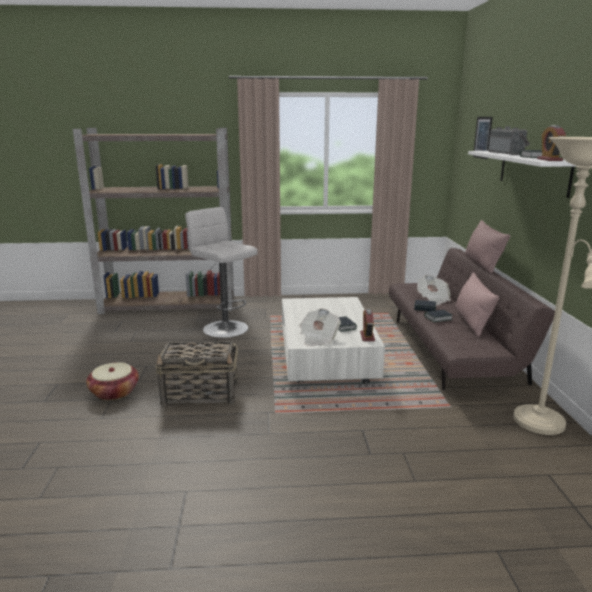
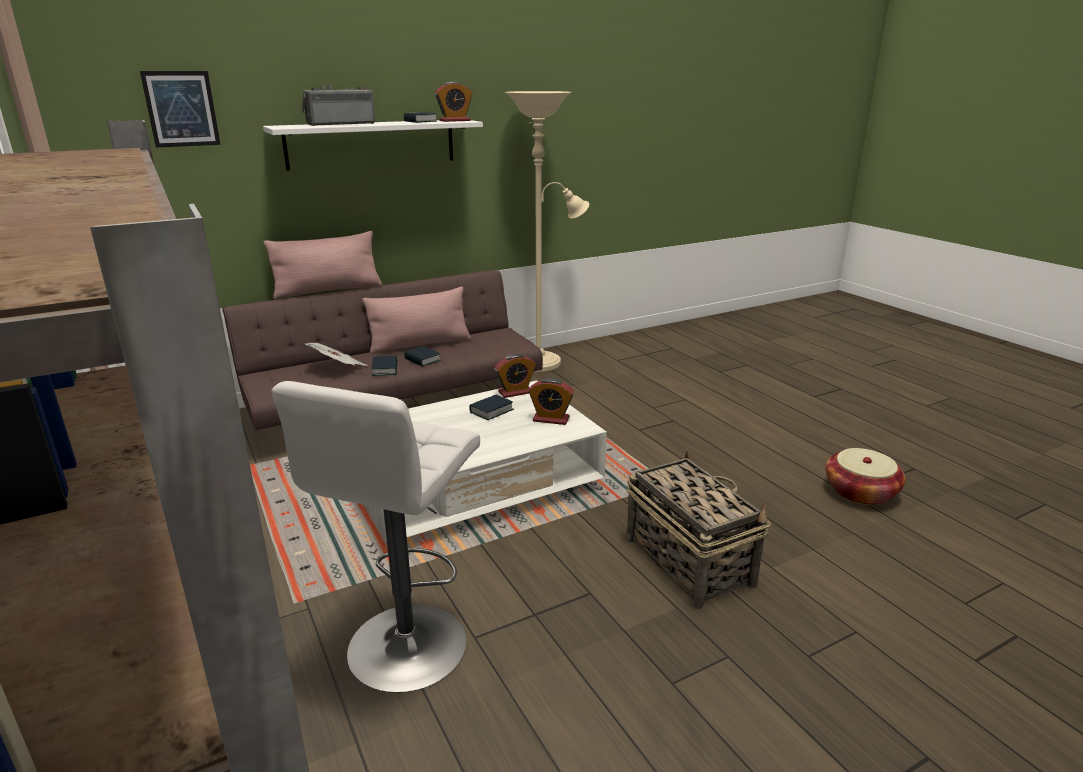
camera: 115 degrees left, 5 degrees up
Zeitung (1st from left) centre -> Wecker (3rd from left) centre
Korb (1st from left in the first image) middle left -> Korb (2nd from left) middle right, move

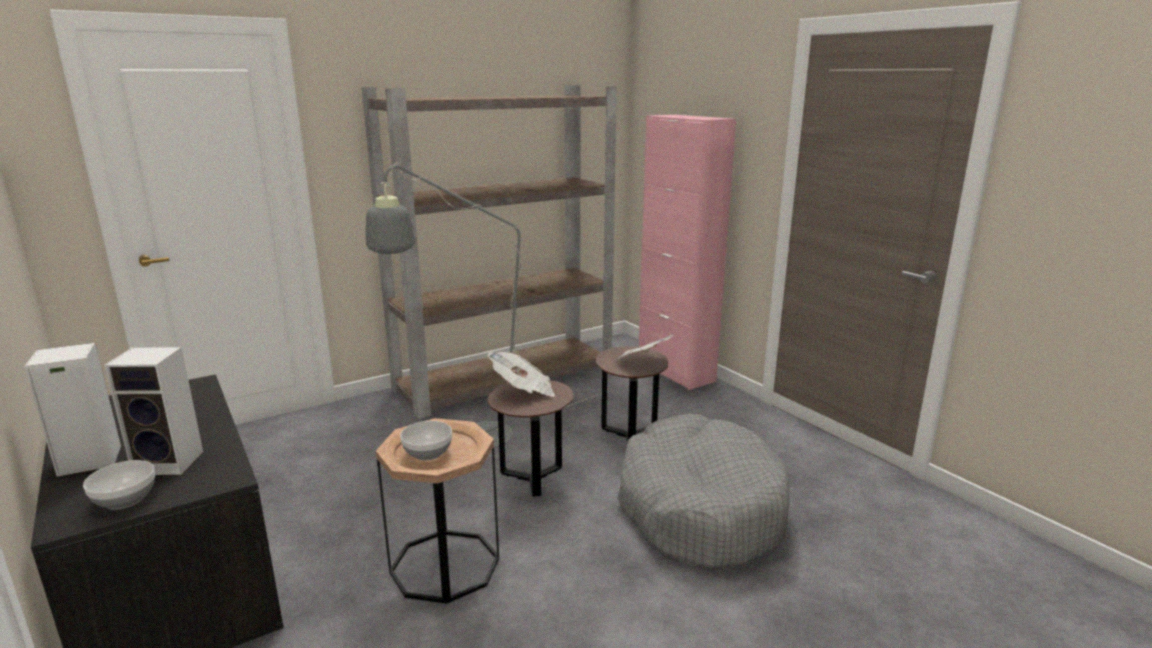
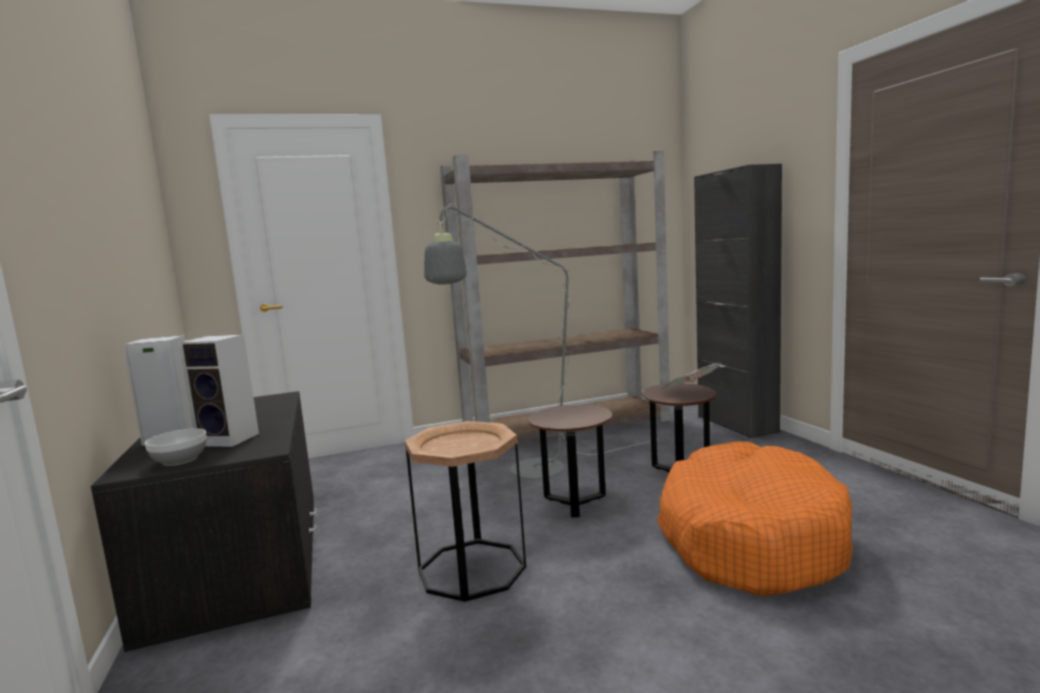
camera: 15 degrees right, 10 degrees down
Schrank/rosa centre -> Schrank/schwarz (2nd from left) middle right
Zeitung (1st from left) centre -> none
Hundebett/grau bottom centre -> Hundebett/orange bottom right
Schüssel (2nd from left) bottom centre -> none

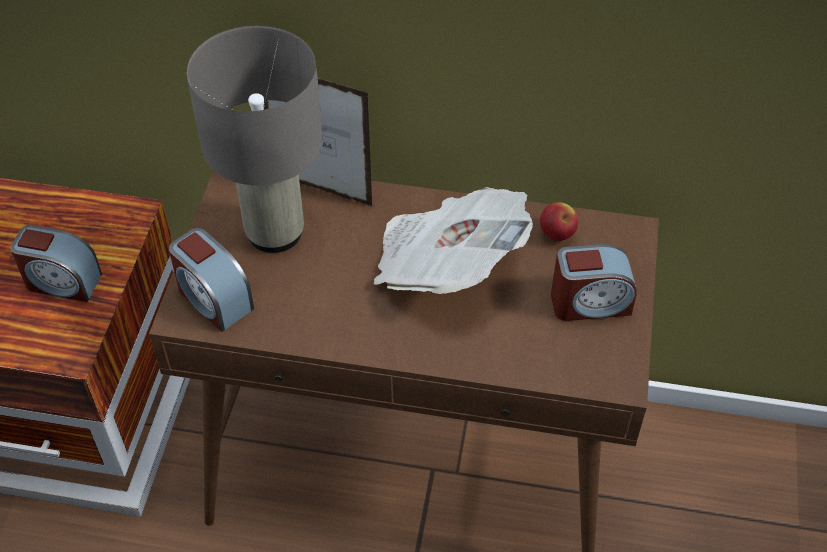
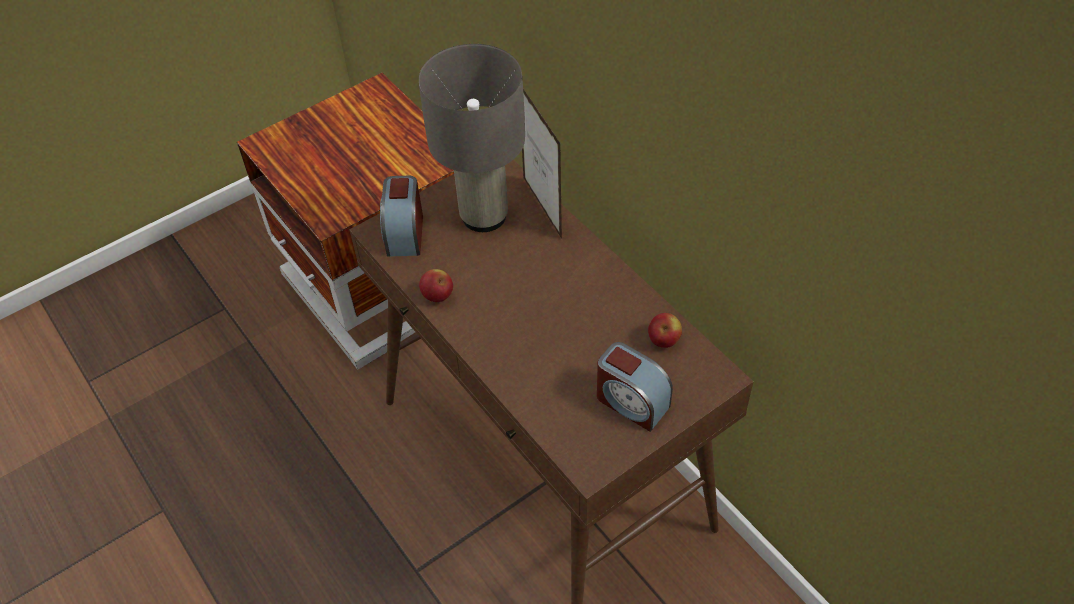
camera: 45 degrees right, 0 degrees up
Zeitung centre -> none
Wecker (1st from left) middle left -> none
none -> Apfel (1st from left) centre

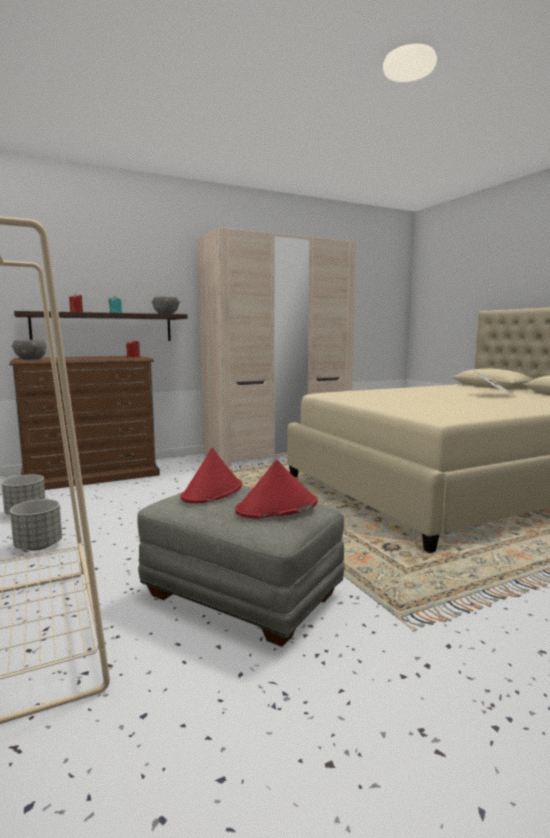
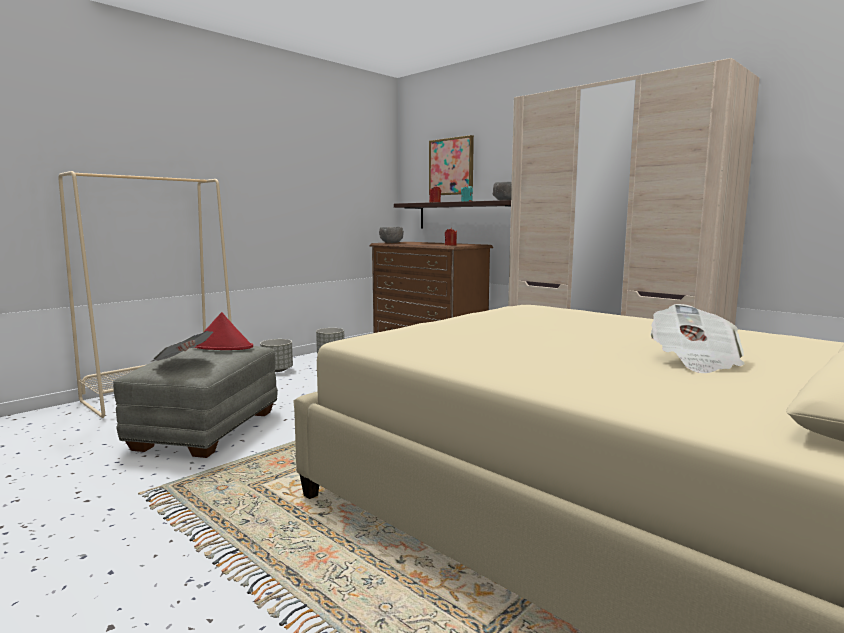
camera: 70 degrees right, 0 degrees up
Hut/rot (2nd from left) centre -> Zeitung (1st from left) middle left
none -> Bild top centre

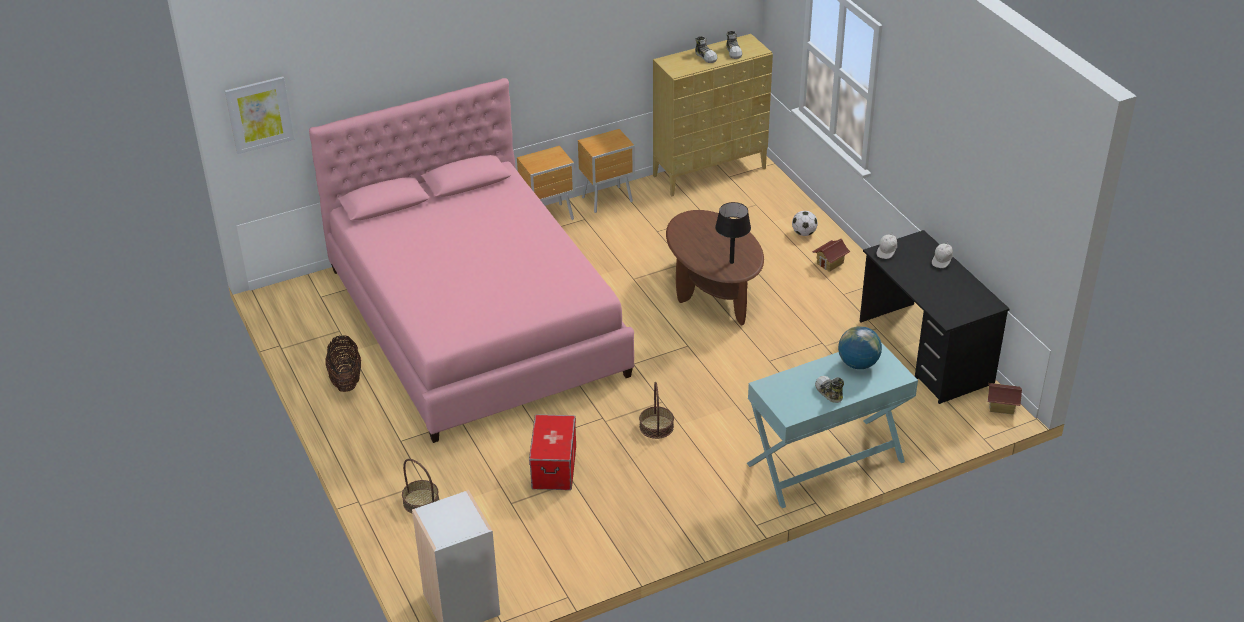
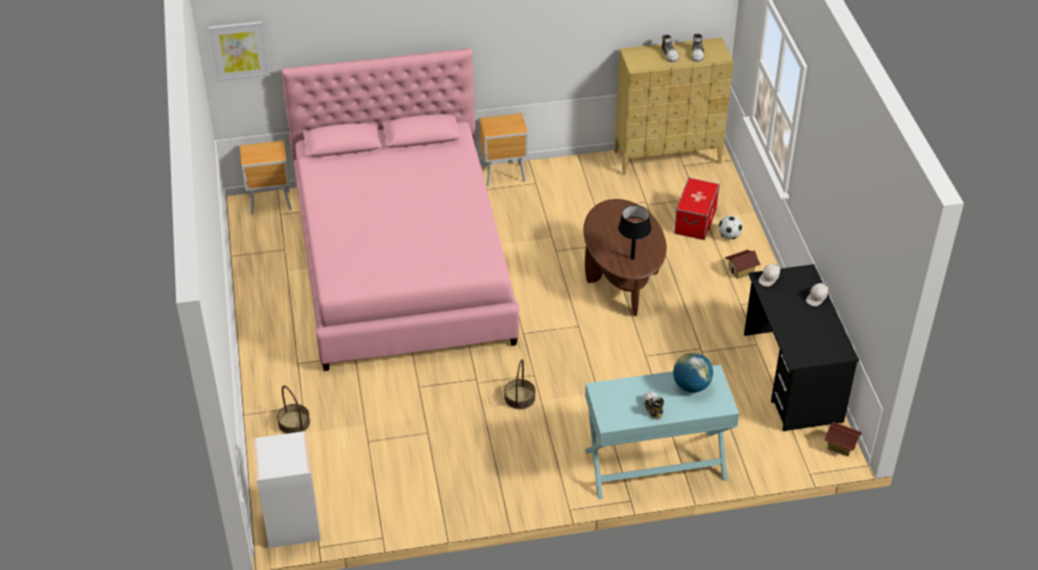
camera: 15 degrees right, 5 degrees up
Nachttisch/braun (2nd from left in the first image) top centre -> Nachttisch/braun (1st from left) top left, move
Korb (1st from left) middle left -> none
Aufbewahrungsbox bottom centre -> Aufbewahrungsbox middle right, move

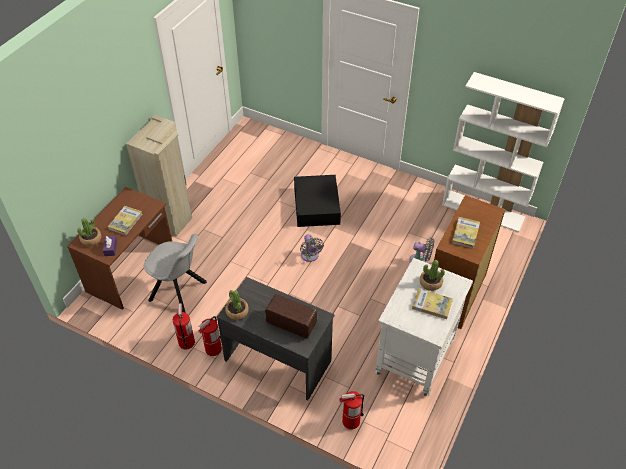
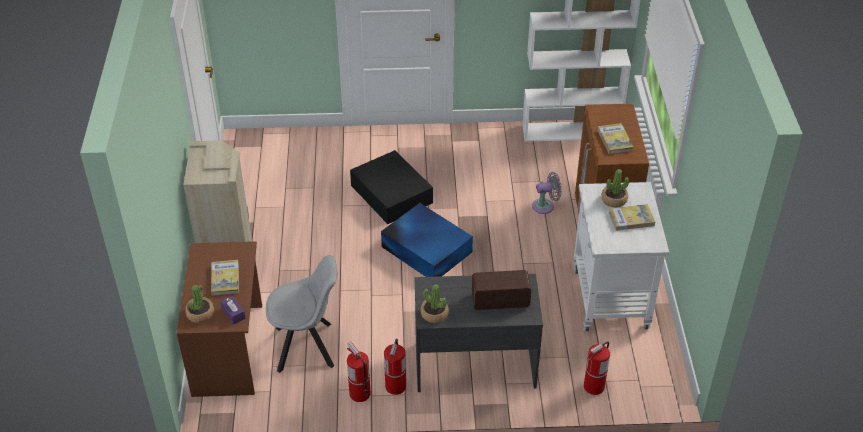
camera: 30 degrees left, 5 degrees down
Ventilator/grau (1st from left) centre -> Aufbewahrungsbox/blau centre

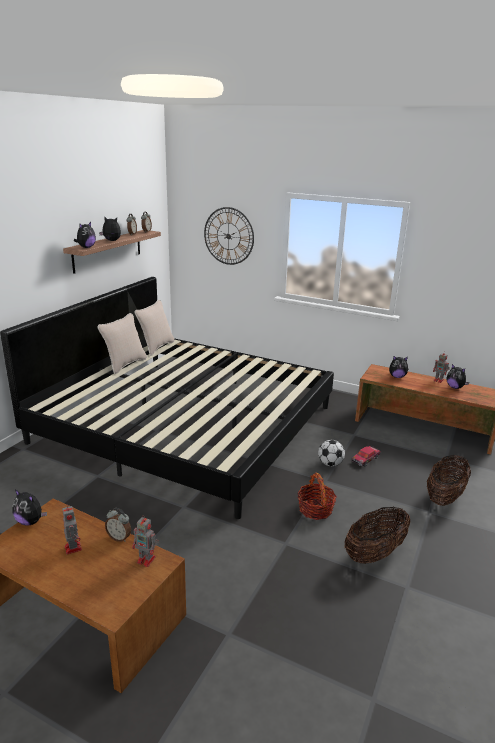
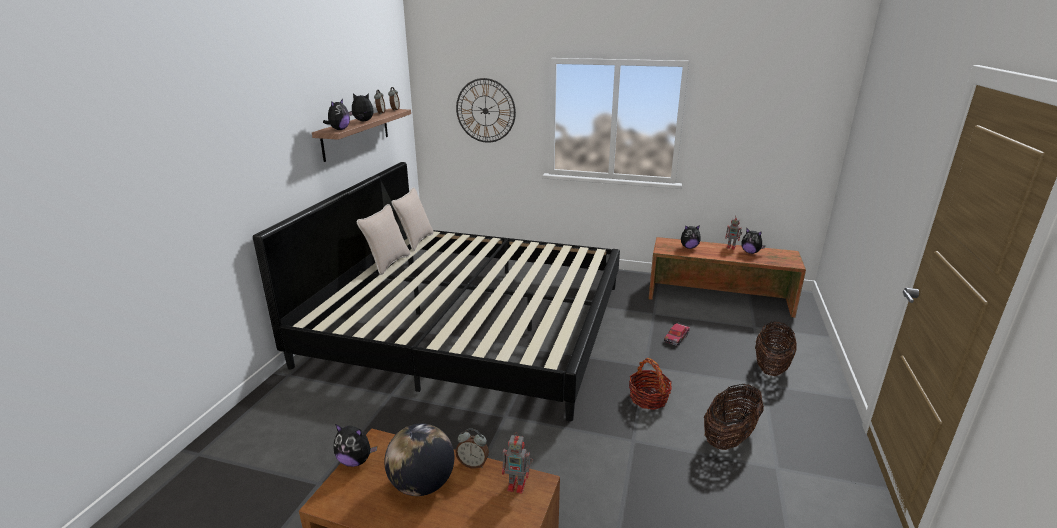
camera: 10 degrees left, 0 degrees up
Fußball middle right -> none
Spielzeugroboter (1st from left) bottom left -> Globus bottom centre

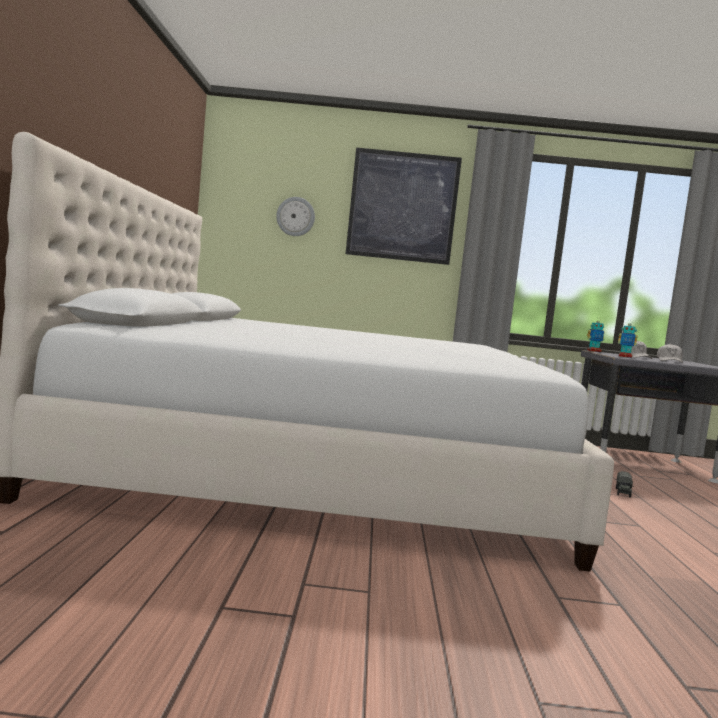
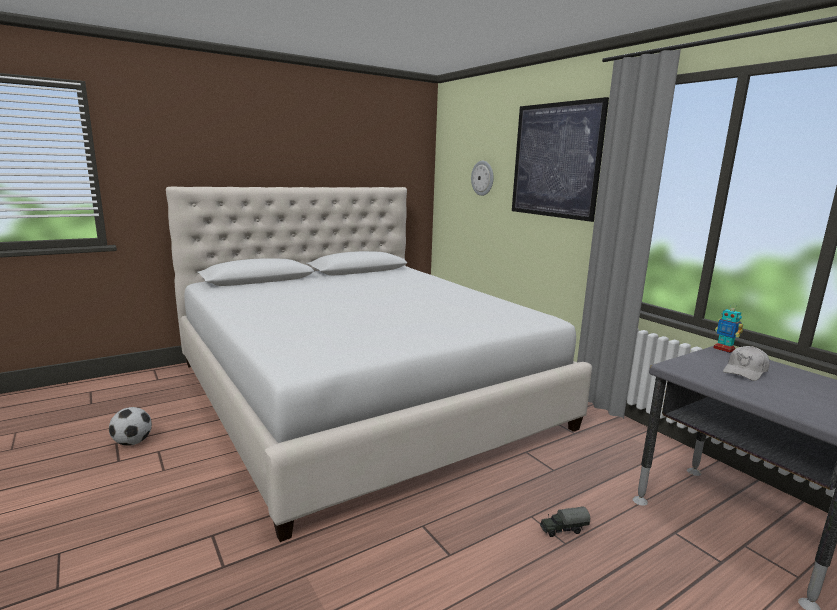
camera: 55 degrees right, 10 degrees up
Spielzeugroboter (2nd from left) middle right -> none
Kappe/weiß (2nd from left) middle right -> none
none -> Fußball bottom left

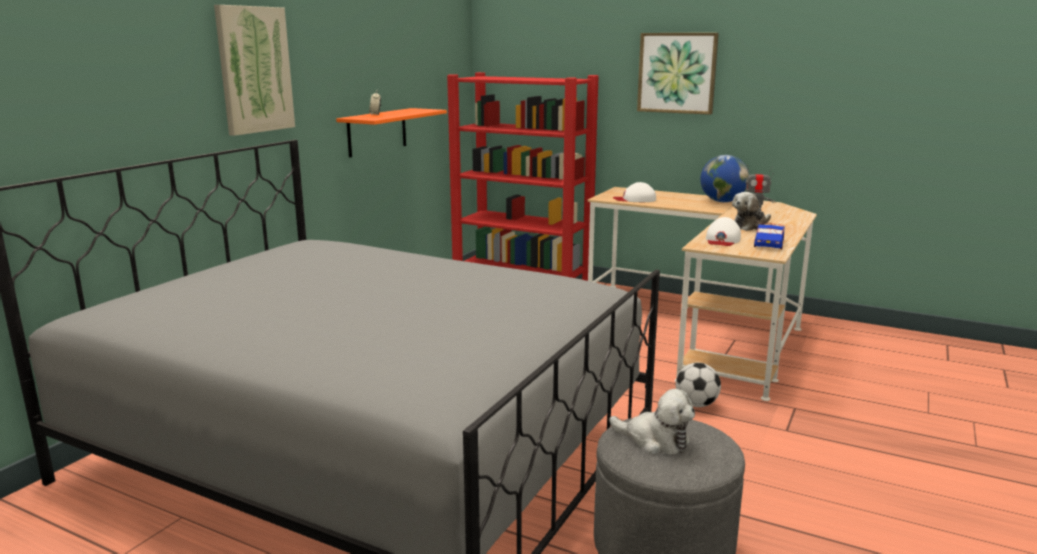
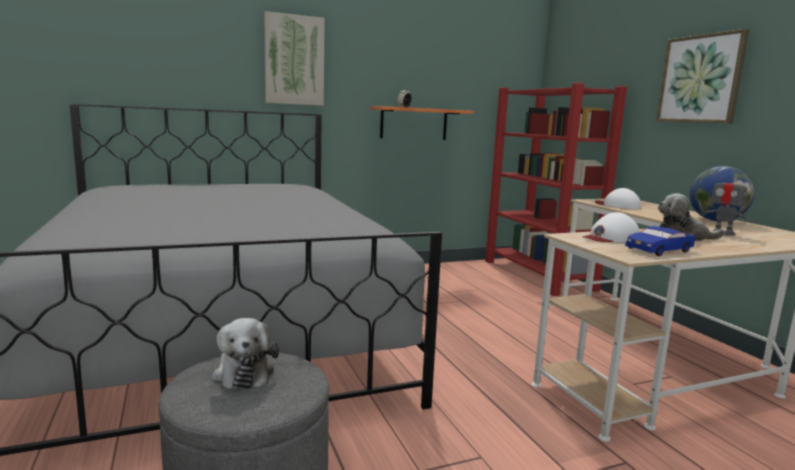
camera: 40 degrees right, 5 degrees down
Fußball bottom right -> none

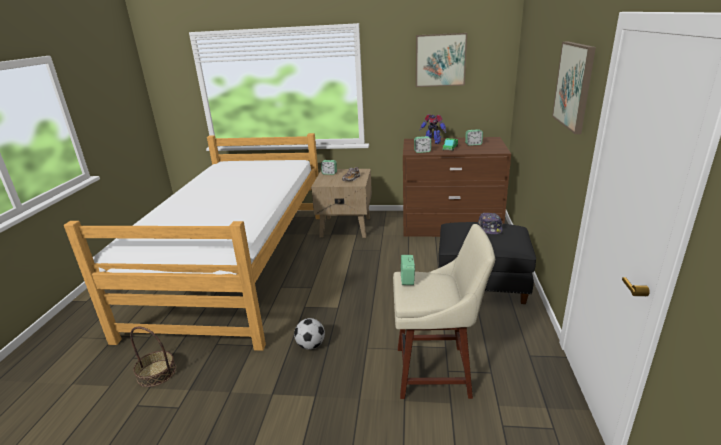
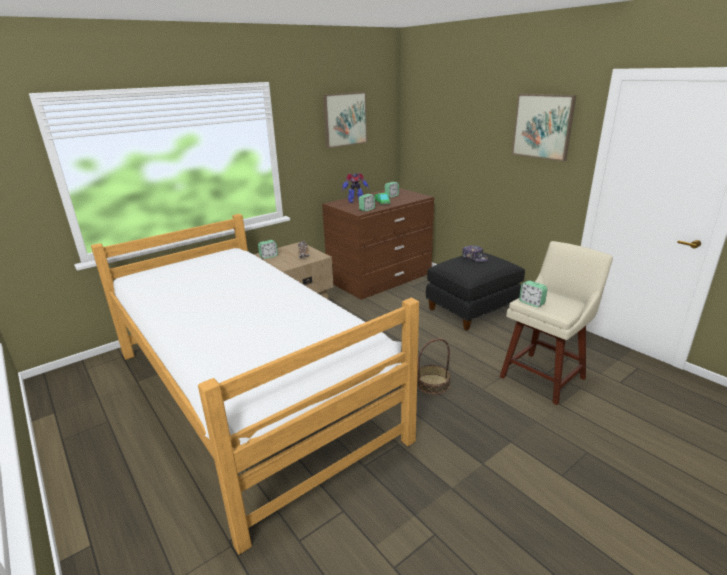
camera: 45 degrees left, 0 degrees up
Fußball bottom centre -> none
Korb bottom left -> Korb centre, move

